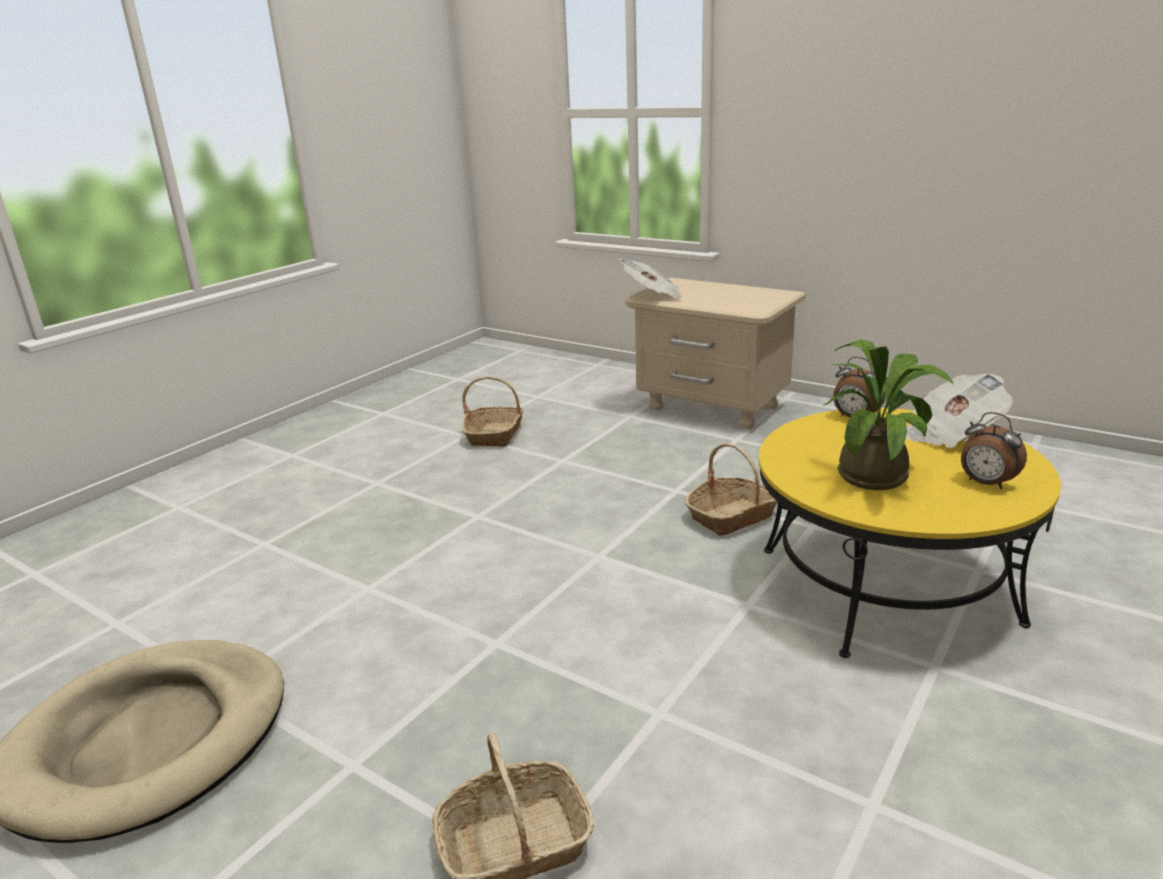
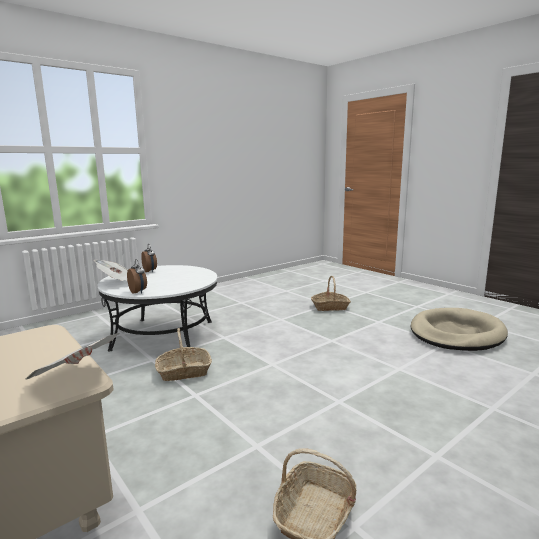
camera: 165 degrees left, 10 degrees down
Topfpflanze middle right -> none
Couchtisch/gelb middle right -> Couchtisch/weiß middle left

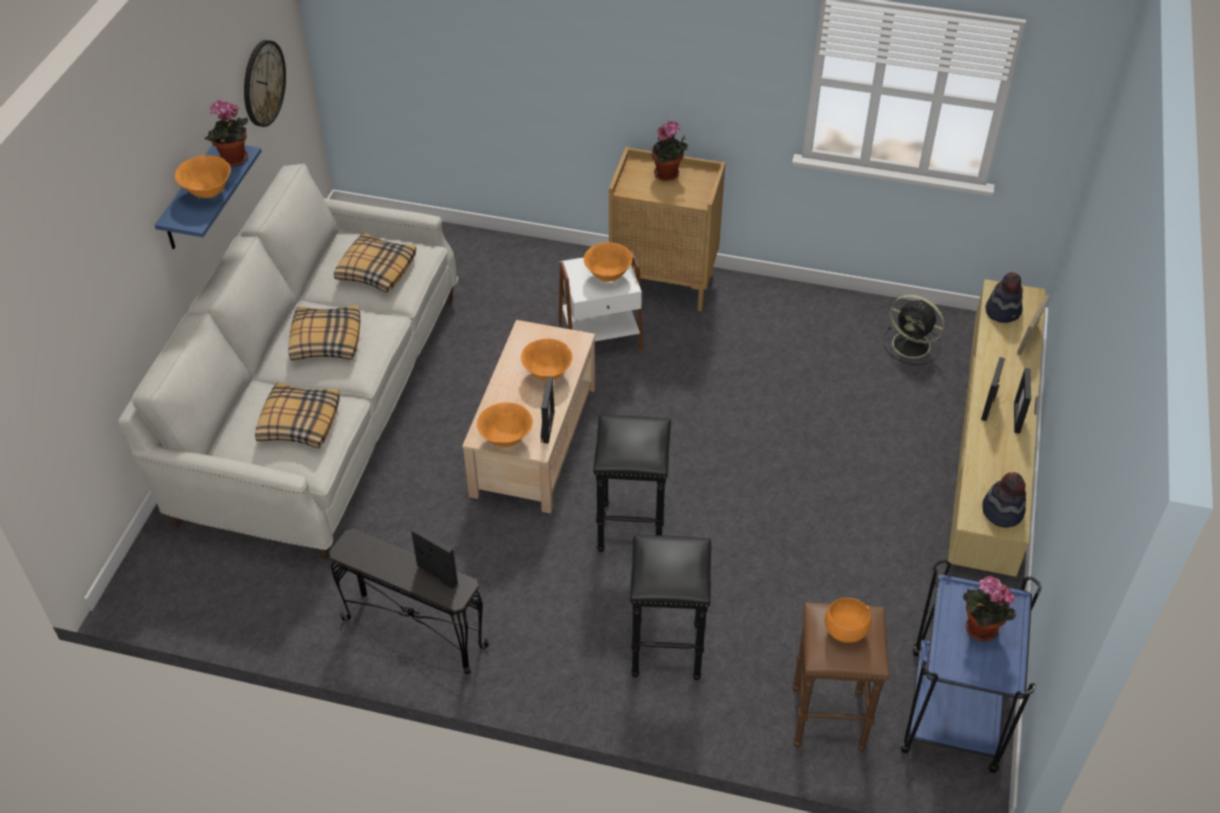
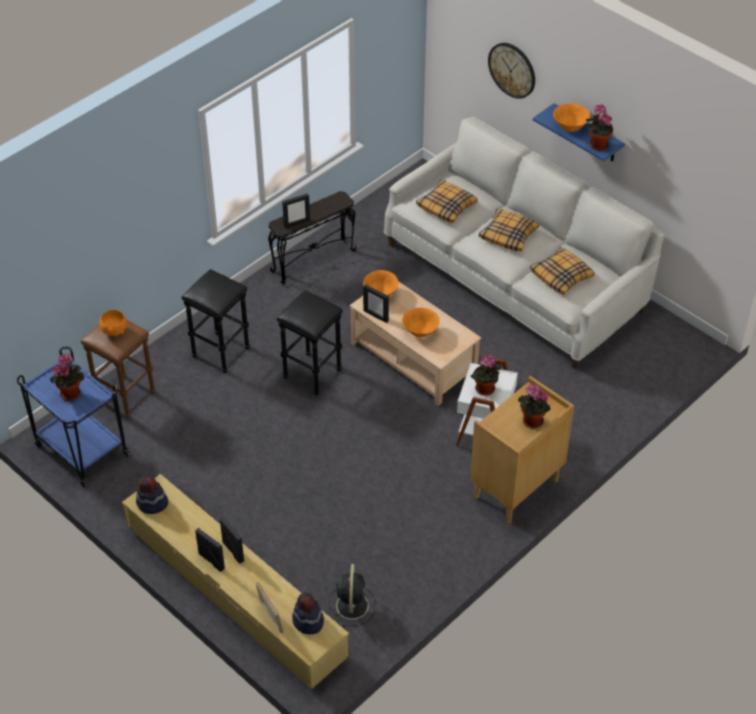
camera: 120 degrees right, 0 degrees up
Wanduhr top left -> Wanduhr top right, move
Schüssel/orange (4th from left) top centre -> Topfpflanze (2nd from left) centre
Ventilator/schwarz middle right -> Ventilator/schwarz bottom centre, 120 degrees clockwise

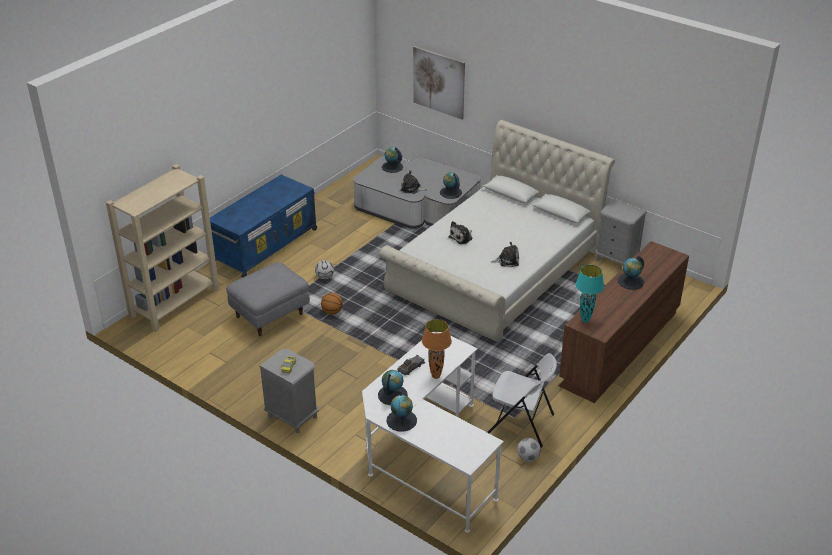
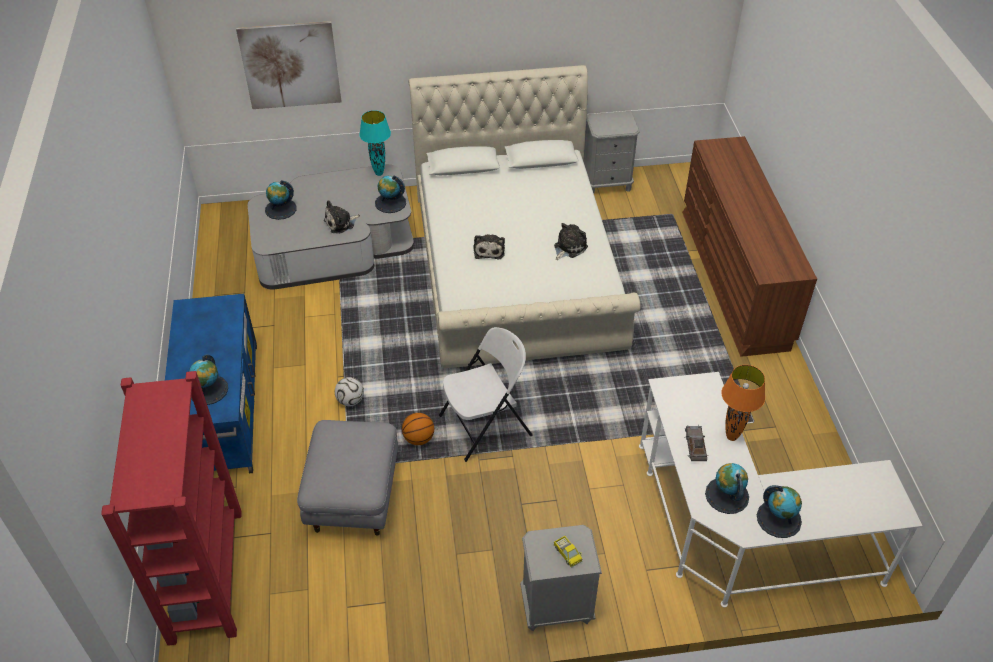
camera: 45 degrees left, 10 degrees up
Bücherregal/beige middle left -> Bücherregal/rot bottom left
Globus (5th from left in the first image) middle right -> Globus (1st from left) middle left, move
Tischlampe/türkis middle right -> Tischlampe/türkis top centre, move
Stuhl/weiß bottom centre -> Stuhl/weiß centre, move
Fußball (2nd from left) bottom centre -> none

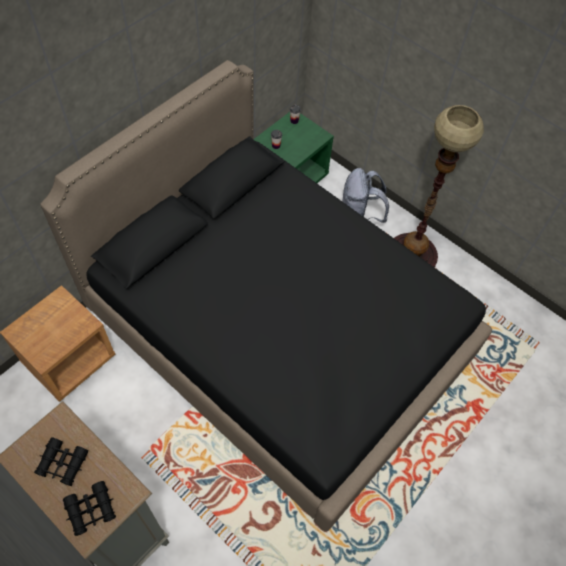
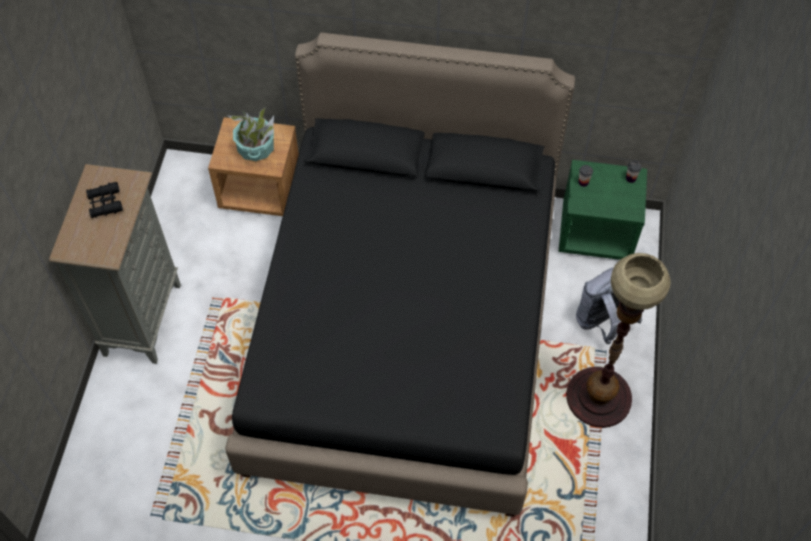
camera: 60 degrees right, 0 degrees up
Fernglas/schwarz (2nd from left) bottom left -> none
none -> Topfpflanze top left

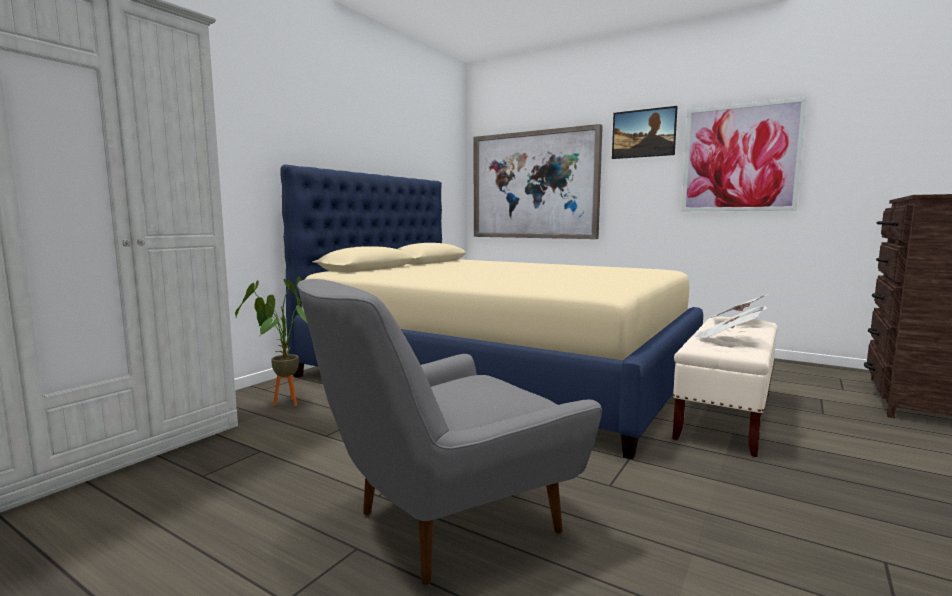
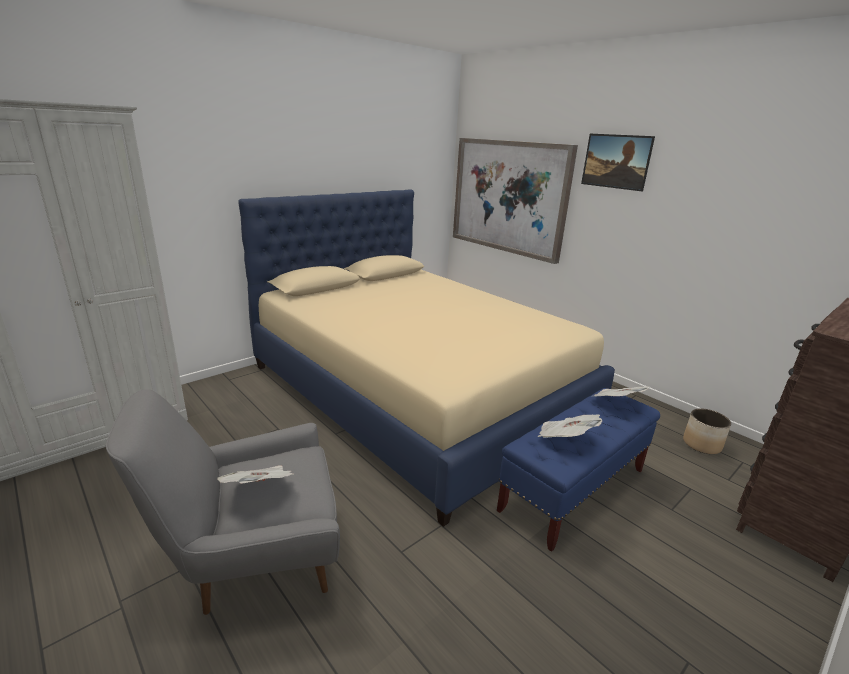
camera: 15 degrees right, 15 degrees up
Bild (3rd from left) top right -> none
Topfpflanze middle left -> none
Bank/beige middle right -> Bank/blau bottom right
none -> Pflanzkübel middle right
none -> Zeitung (1st from left) bottom left

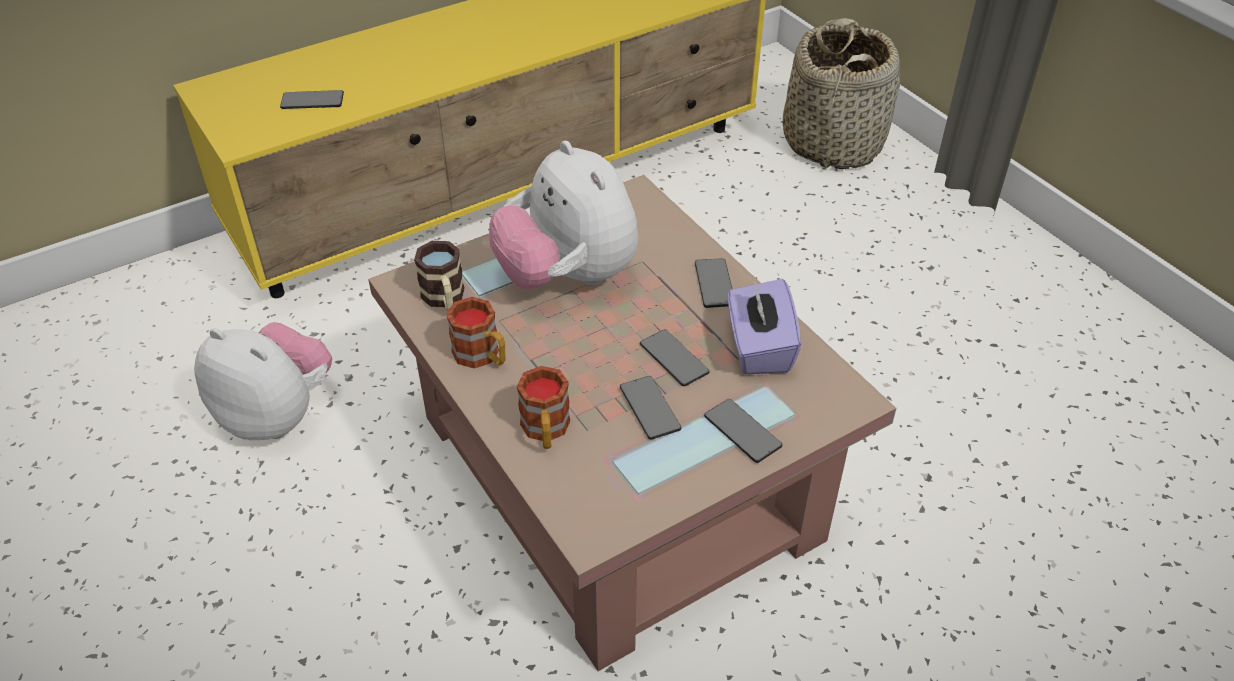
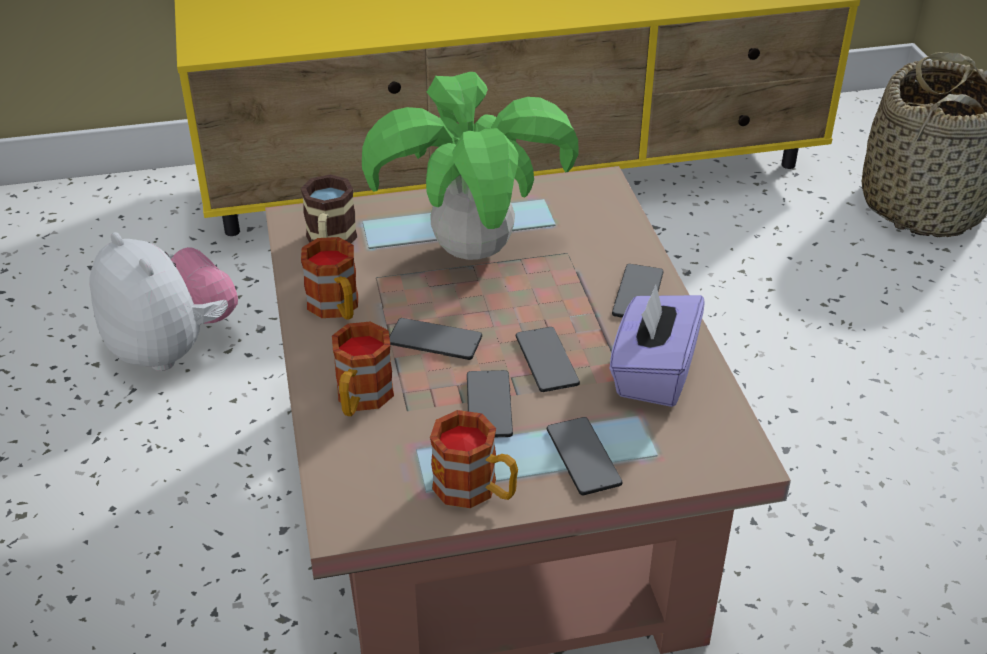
camera: 20 degrees right, 5 degrees down
Handy (1st from left) top left -> Handy (1st from left) centre, move
Plüschtier (2nd from left) top centre -> Topfpflanze top centre
none -> Henkelbecher (4th from left) bottom centre

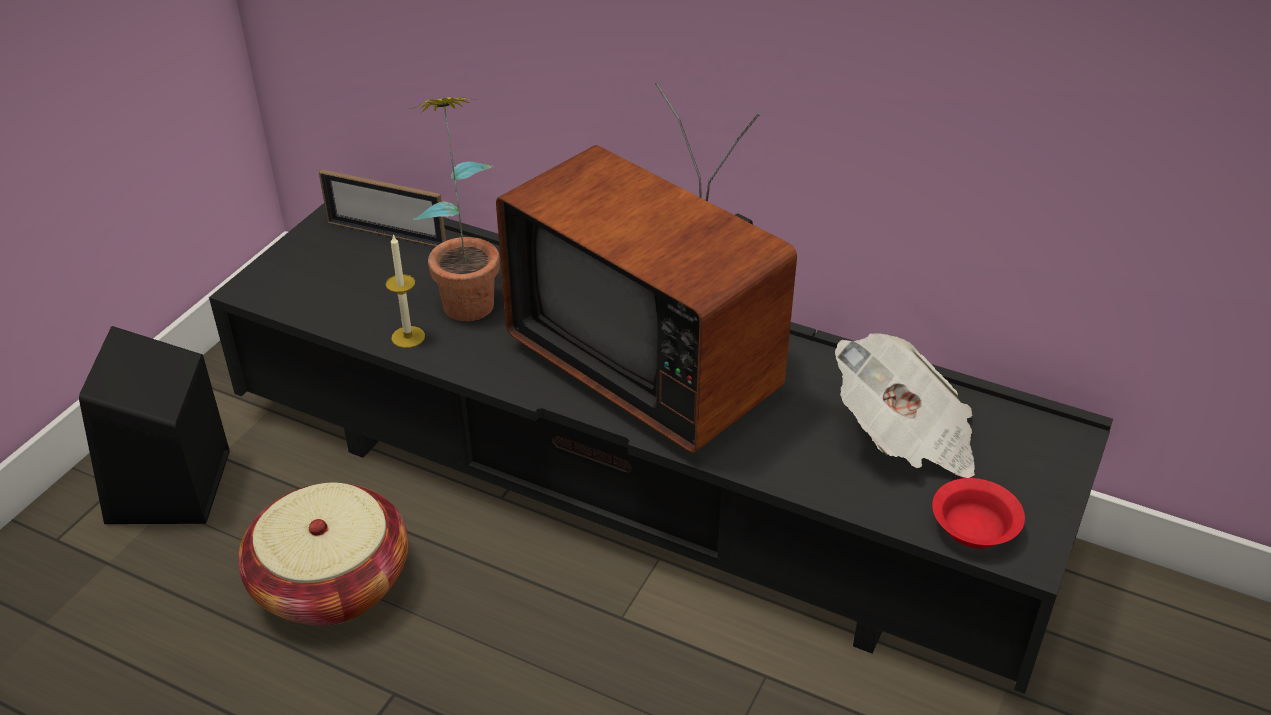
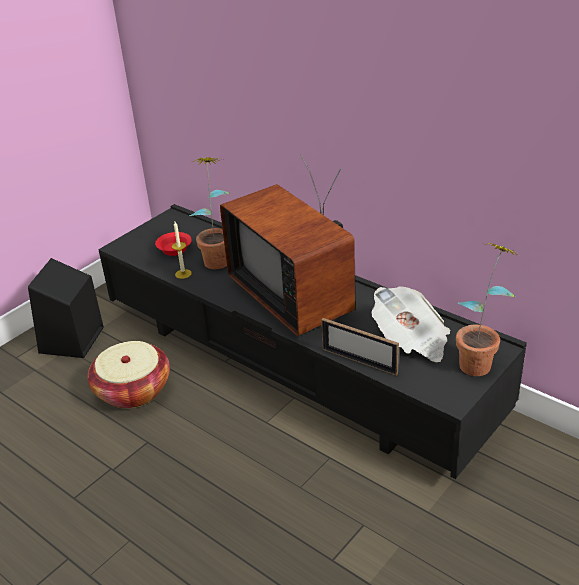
camera: 15 degrees right, 5 degrees down
Bilderrahmen top left -> Bilderrahmen centre, move
Schüssel/rot bottom right -> Schüssel/rot middle left, move
none -> Topfpflanze (2nd from left) middle right

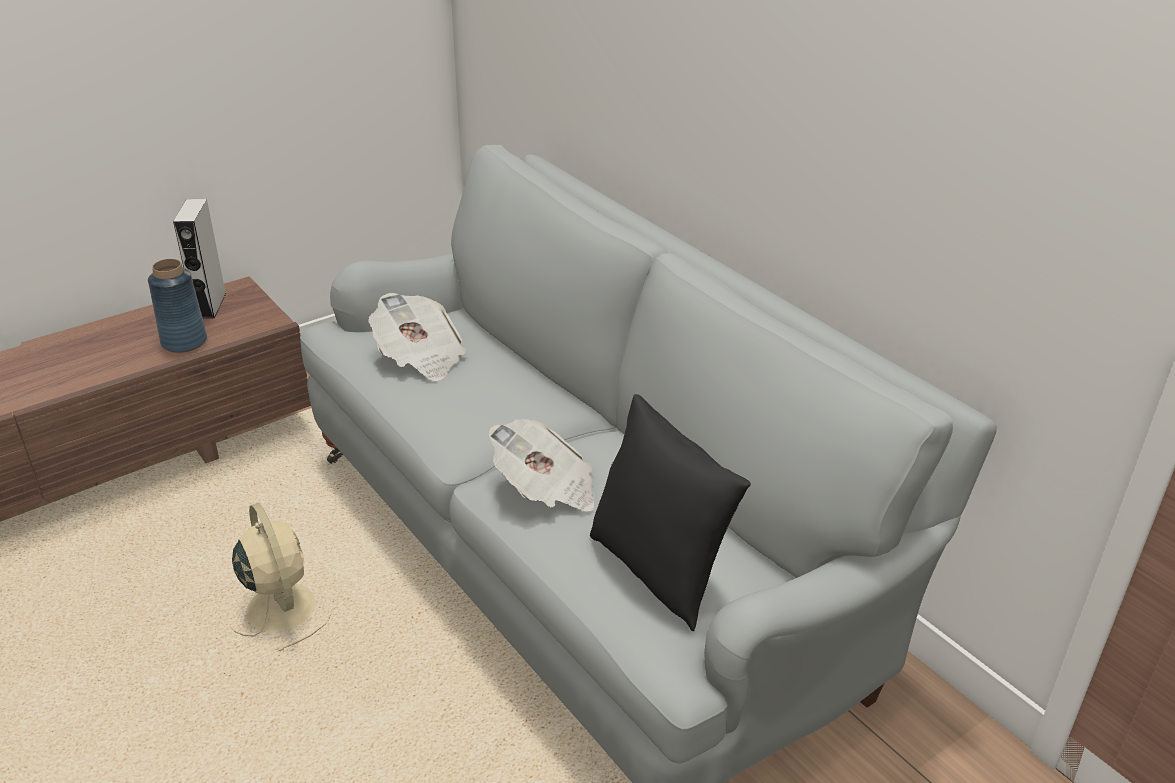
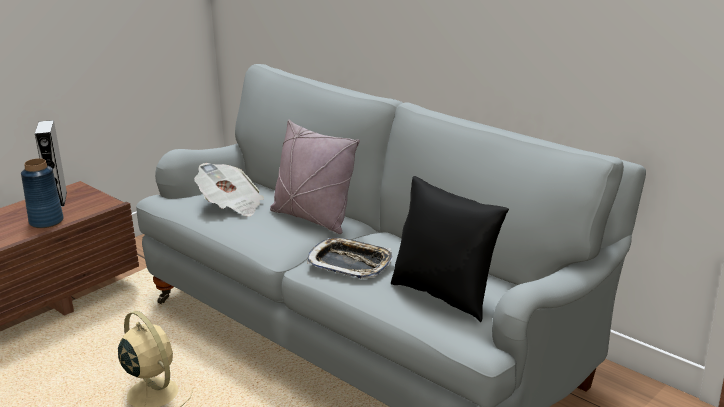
camera: 10 degrees left, 10 degrees down
Zeitung (2nd from left) centre -> Tablett centre
none -> Kissen/lila centre

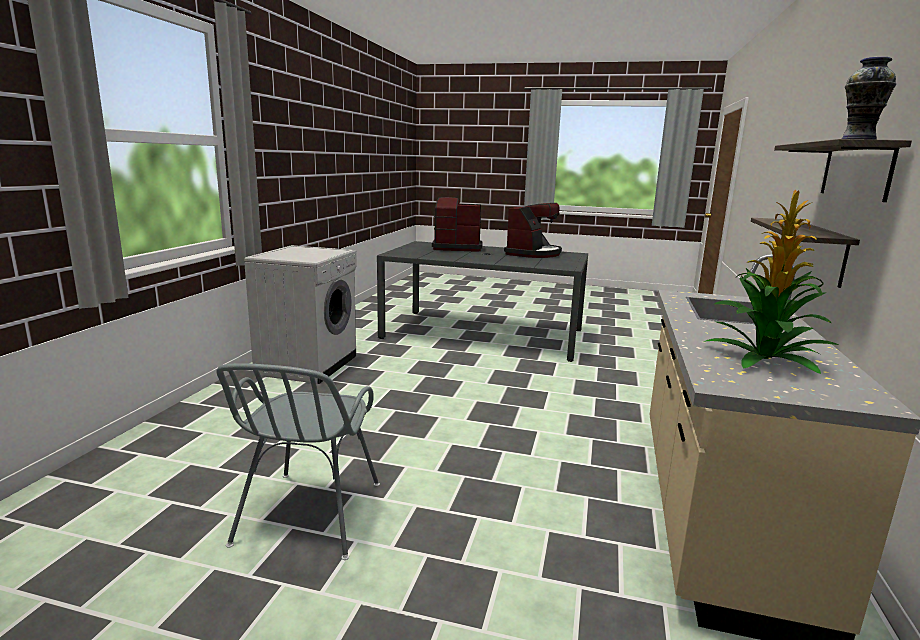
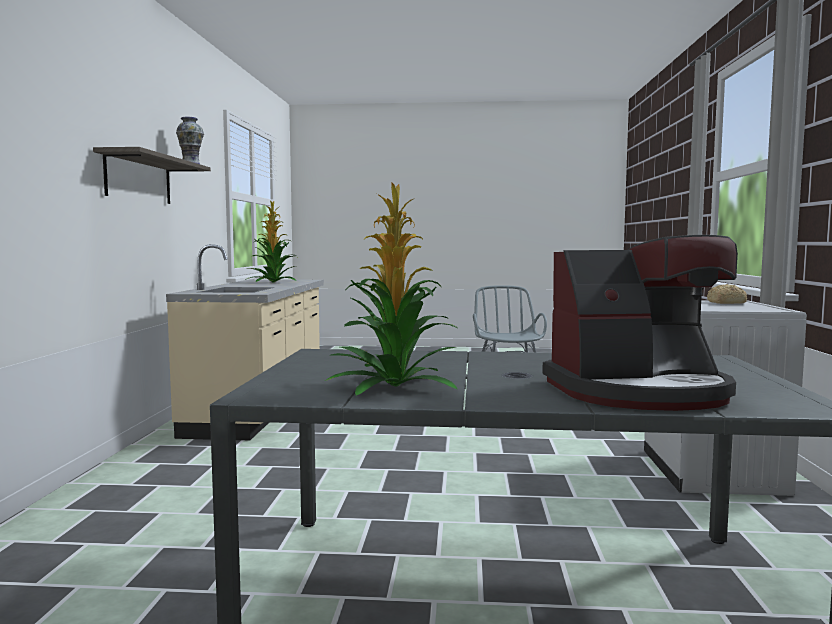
camera: 170 degrees right, 10 degrees down
Kaffeemaschine (2nd from left) centre -> Topfpflanze (2nd from left) centre
Wandregal (1st from left) middle right -> none
none -> Brot middle right

